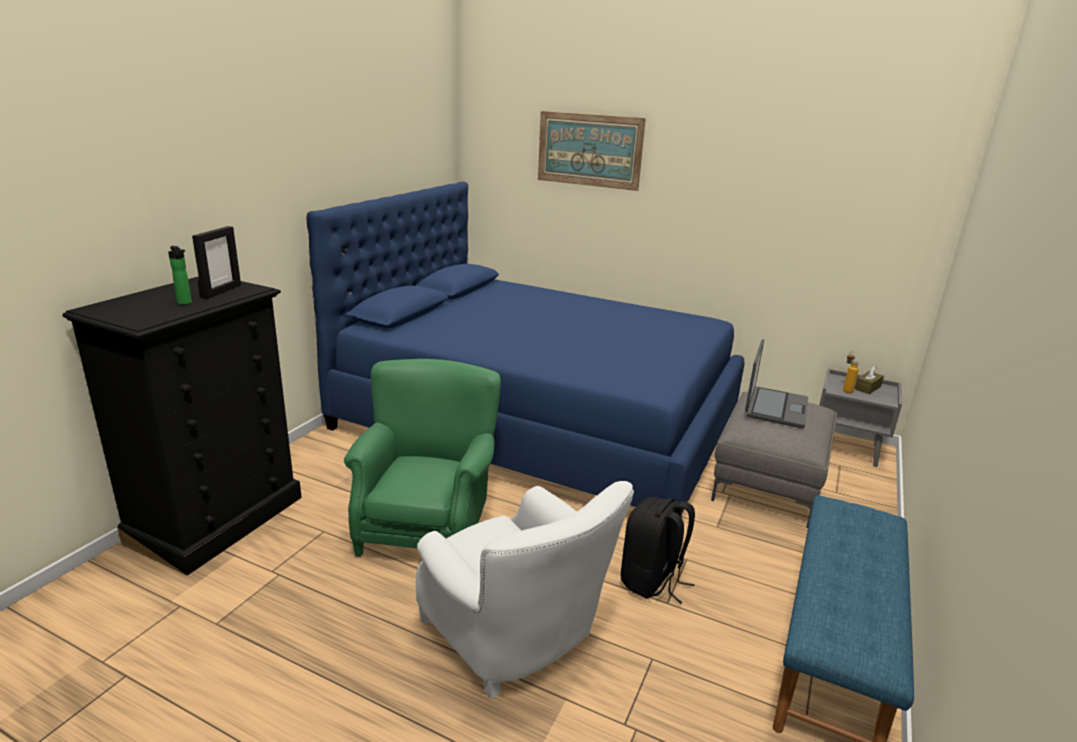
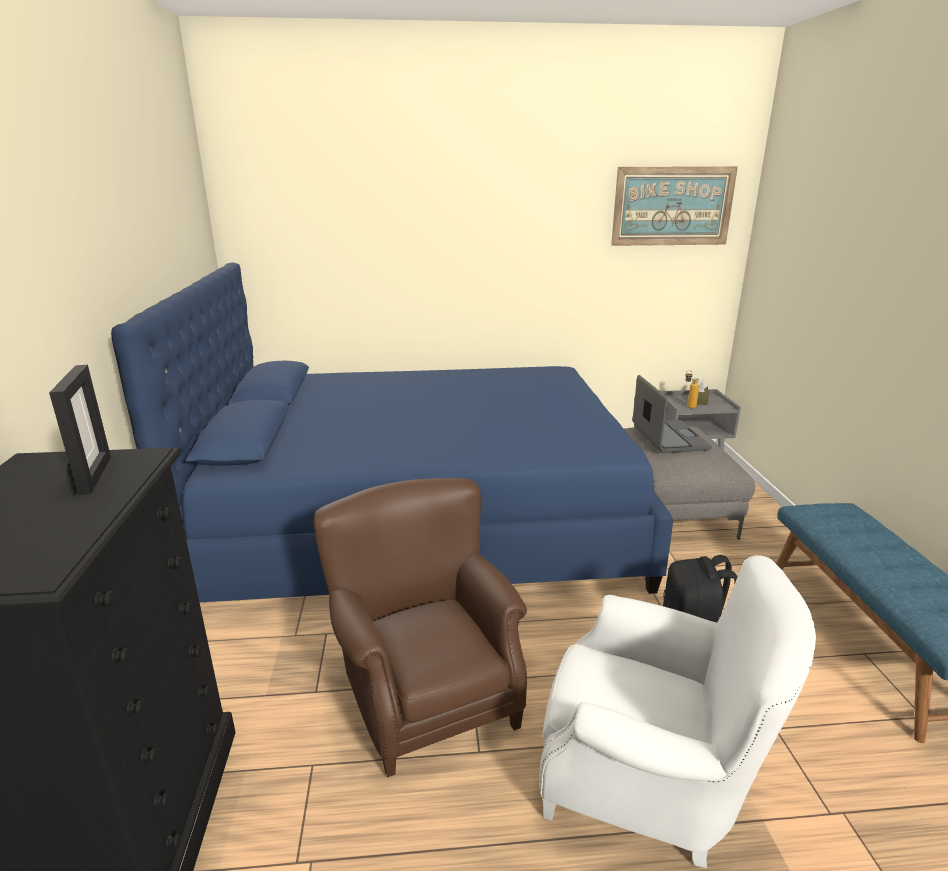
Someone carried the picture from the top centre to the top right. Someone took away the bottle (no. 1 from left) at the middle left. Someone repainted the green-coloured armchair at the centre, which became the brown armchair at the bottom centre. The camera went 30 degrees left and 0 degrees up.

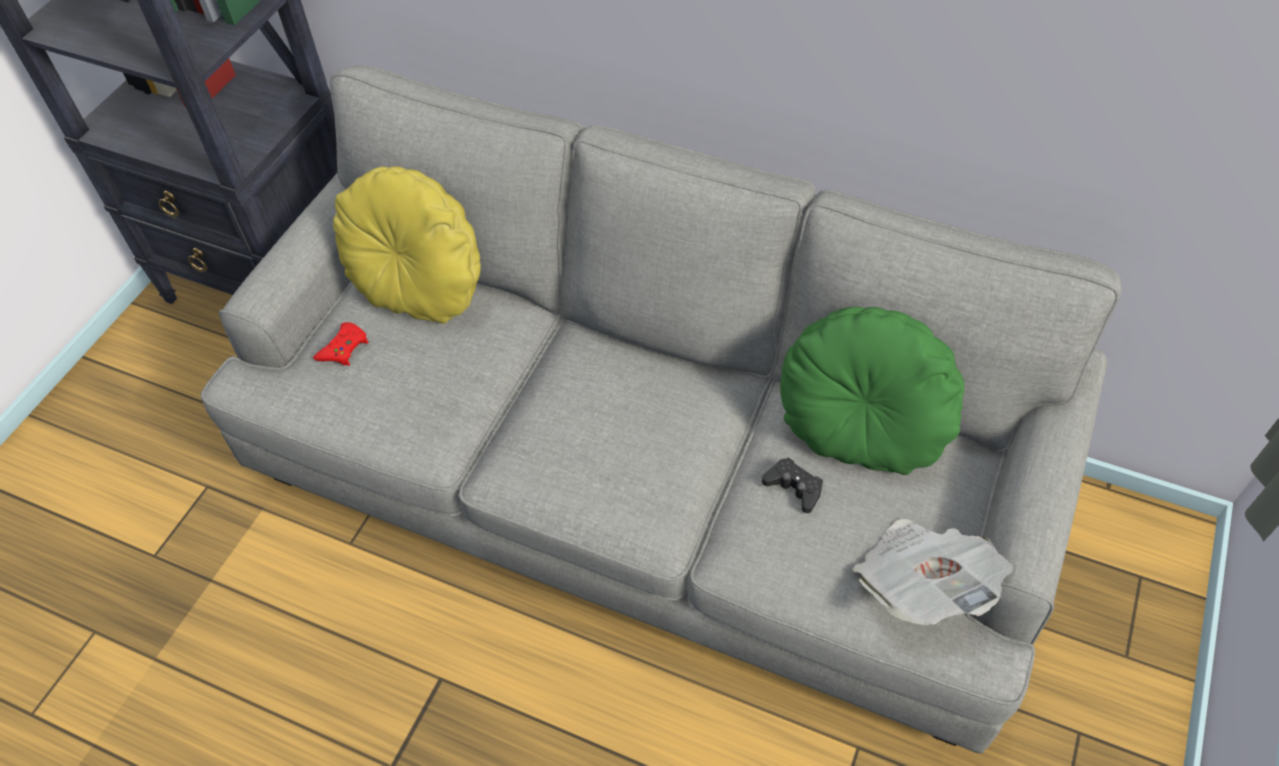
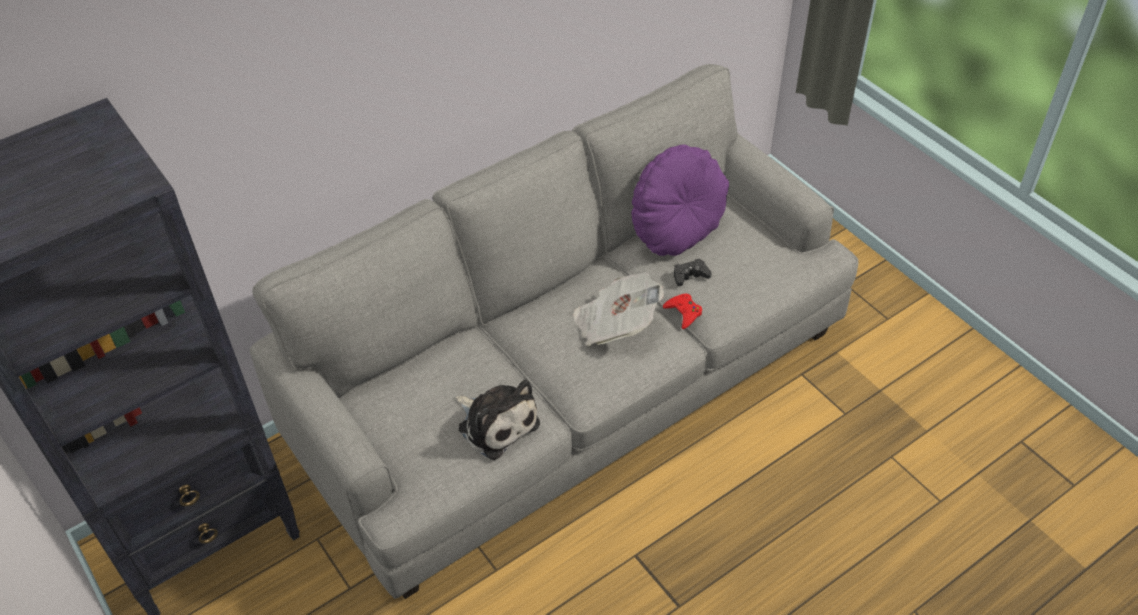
Someone took away the yellowish throw pillow at the top left. Someone repainted the green-coloured throw pillow at the middle right, which became the purplish throw pillow at the top centre. Someone carried the red-coloured joypad from the middle left to the centre. Someone carried the newspaper from the bottom right to the centre. Someone put down the soft toy at the bottom centre. The camera went 60 degrees left and 5 degrees down.

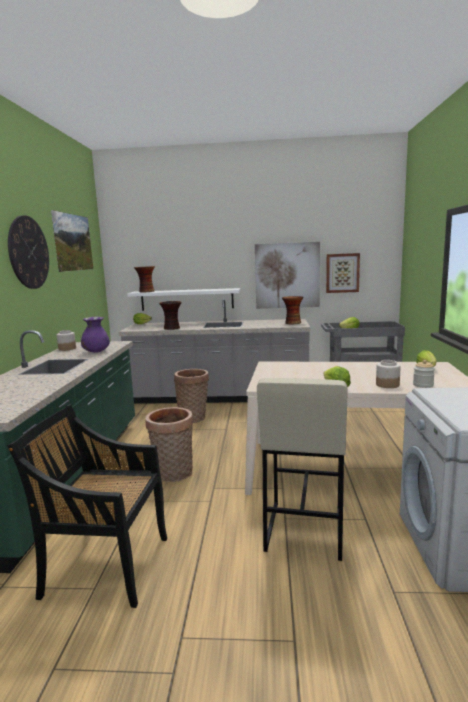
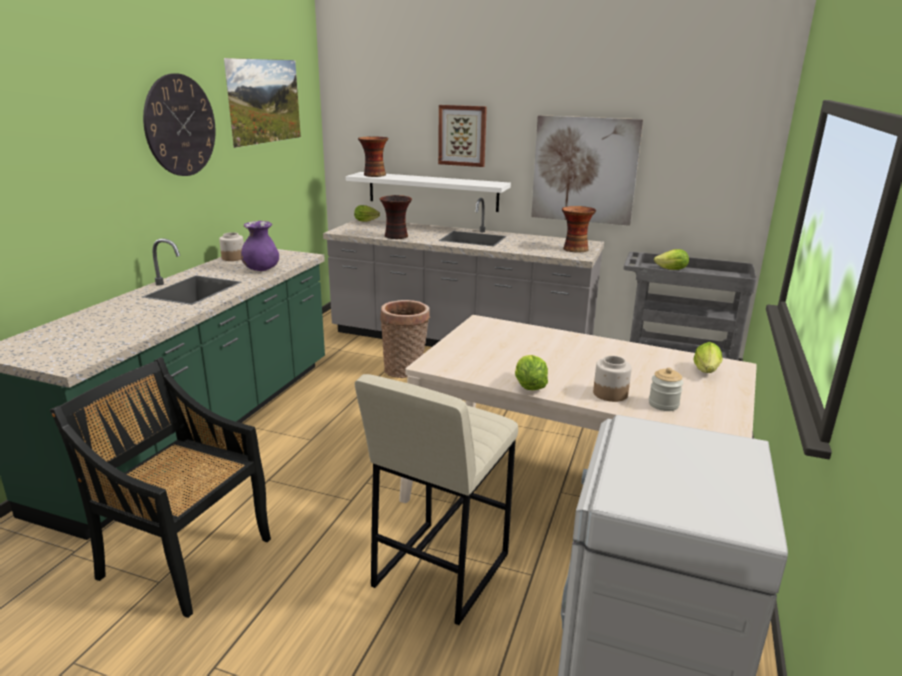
Someone carried the picture (no. 3 from left in the first image) from the middle right to the top centre. Someone took away the storage basket (no. 1 from left) at the centre. The camera went 15 degrees right and 10 degrees up.

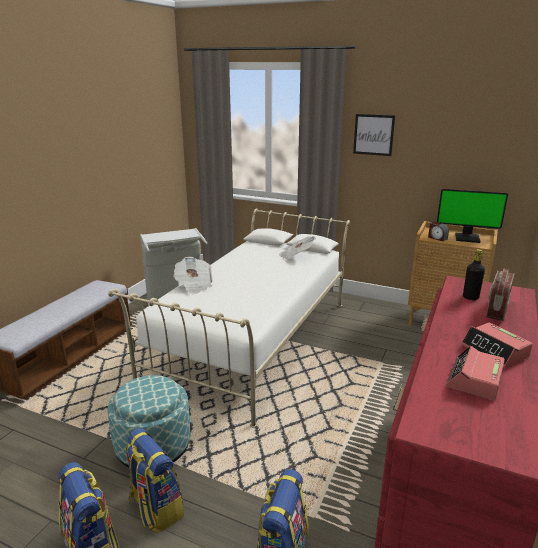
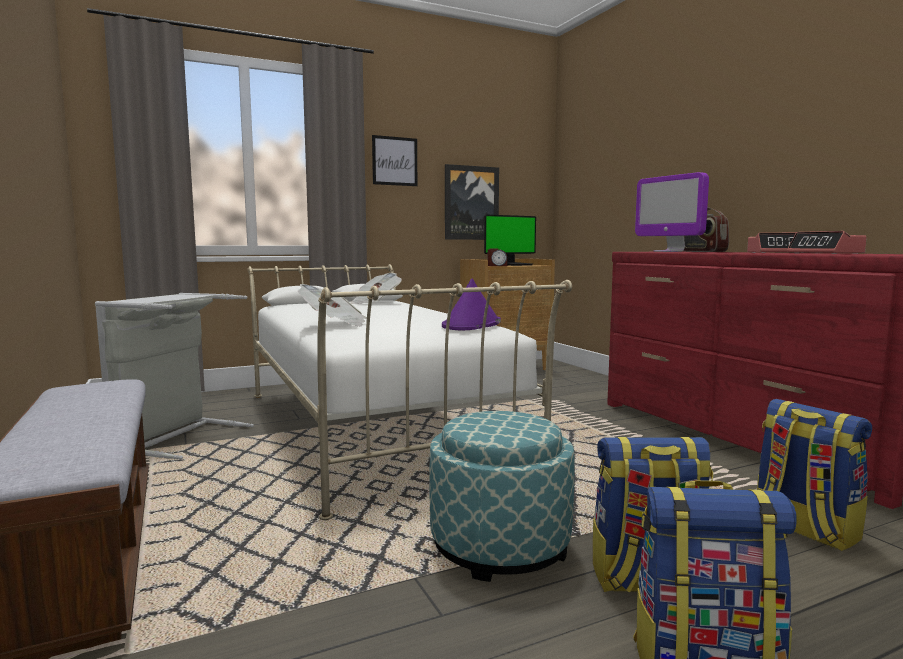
Someone swapped the black bottle at the middle right for the computer display (no. 2 from left) at the top right. Someone put up the picture (no. 2 from left) at the top centre. Someone put down the purplish clothing hat at the centre. The camera went 50 degrees left and 15 degrees down.

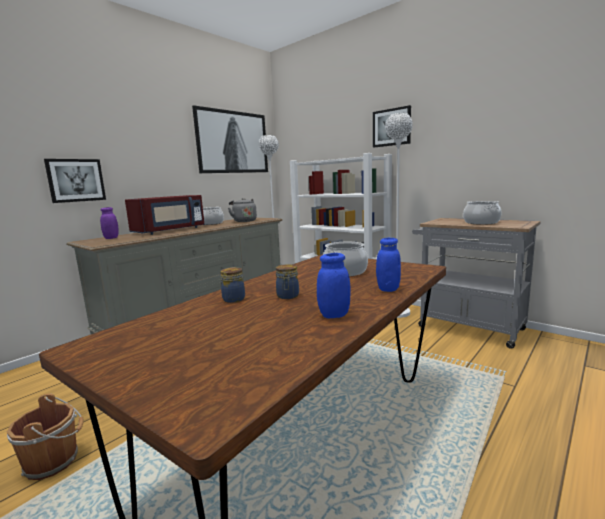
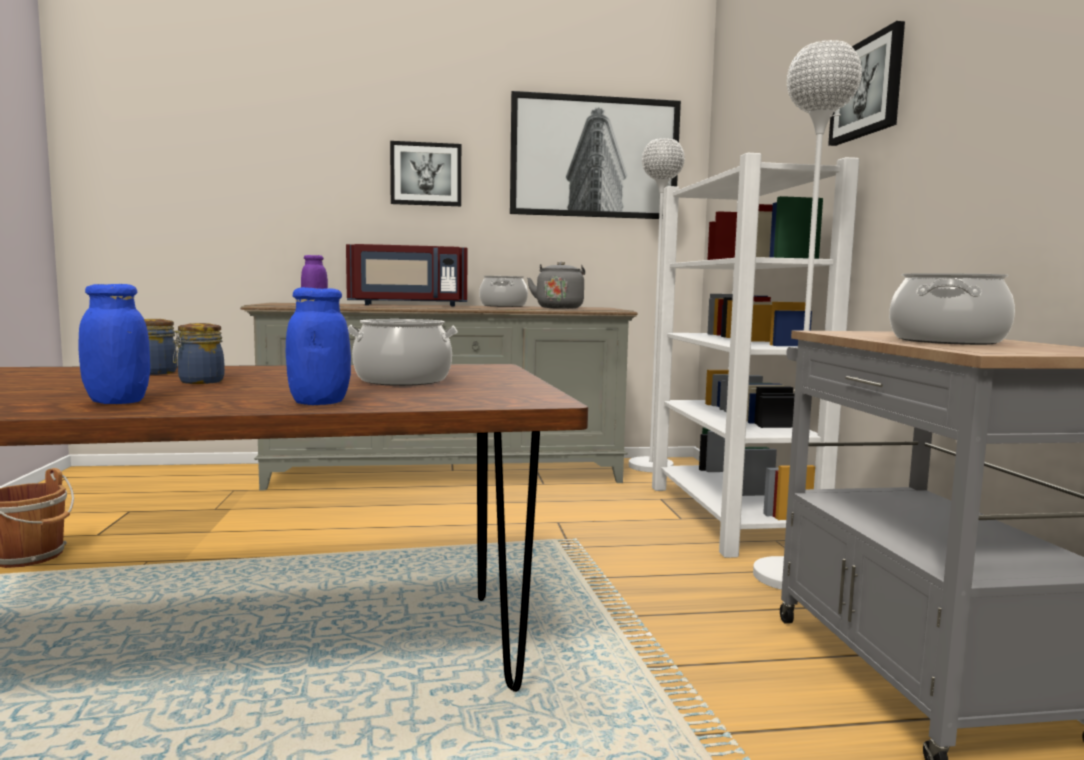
Someone carried the picture (no. 1 from left) from the middle left to the top centre. The camera went 40 degrees right and 5 degrees down.

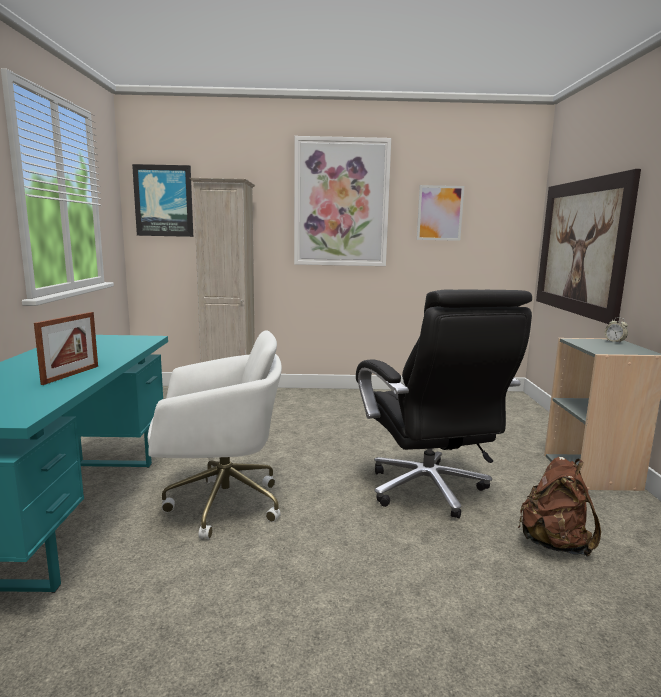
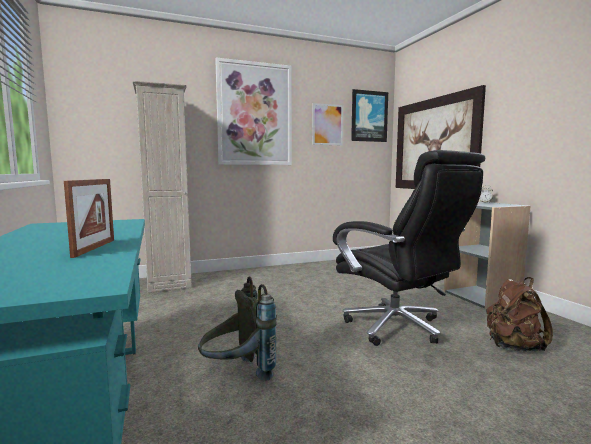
Someone carried the picture (no. 1 from left in the first image) from the top left to the top centre. Someone swapped the whitish office chair at the middle left for the grey rucksack at the bottom centre. The camera went 20 degrees left and 5 degrees down.

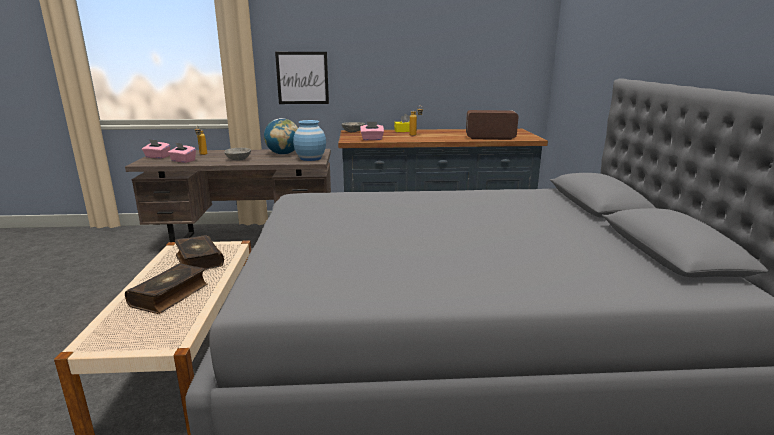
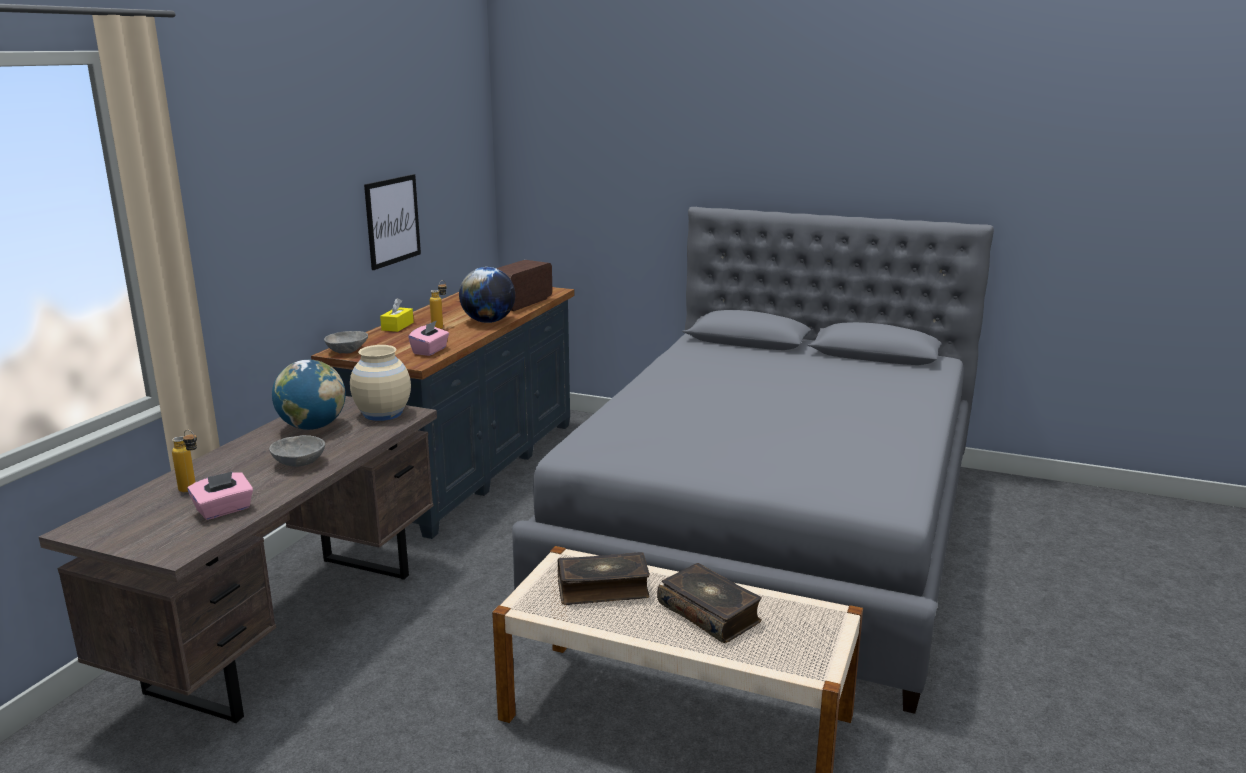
Someone carried the picture from the top centre to the top left. Someone repainted the blue flower vase at the top centre, which became the sand-coloured flower vase at the middle left. Someone took away the pinkish tissue box (no. 1 from left) at the middle left. Someone put down the globe (no. 2 from left) at the centre. The camera went 65 degrees left and 0 degrees up.

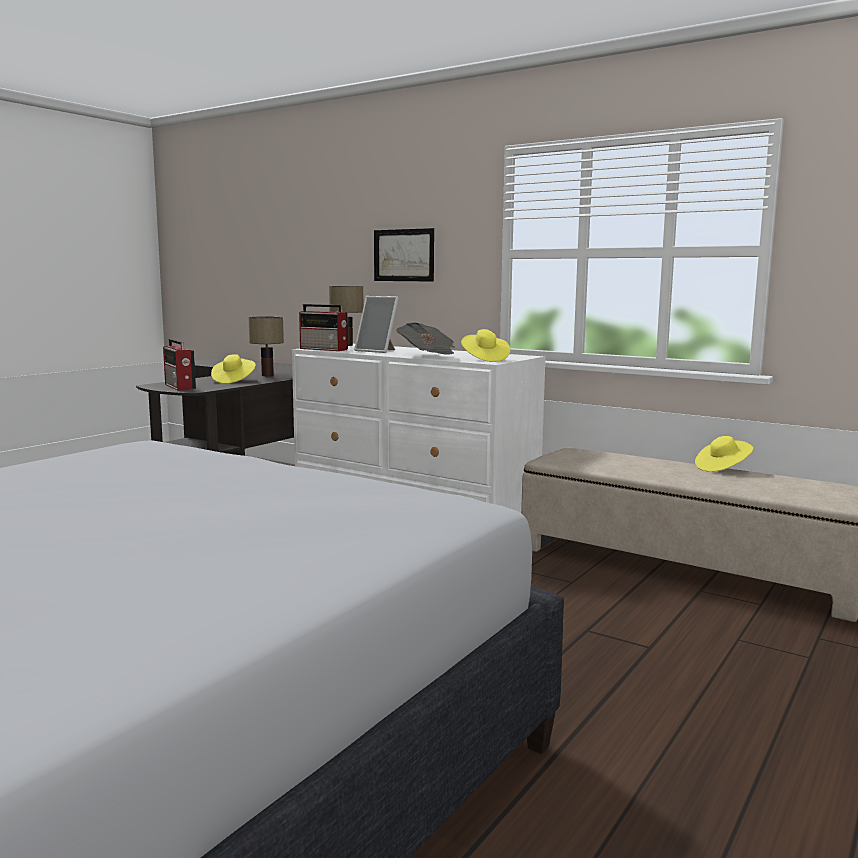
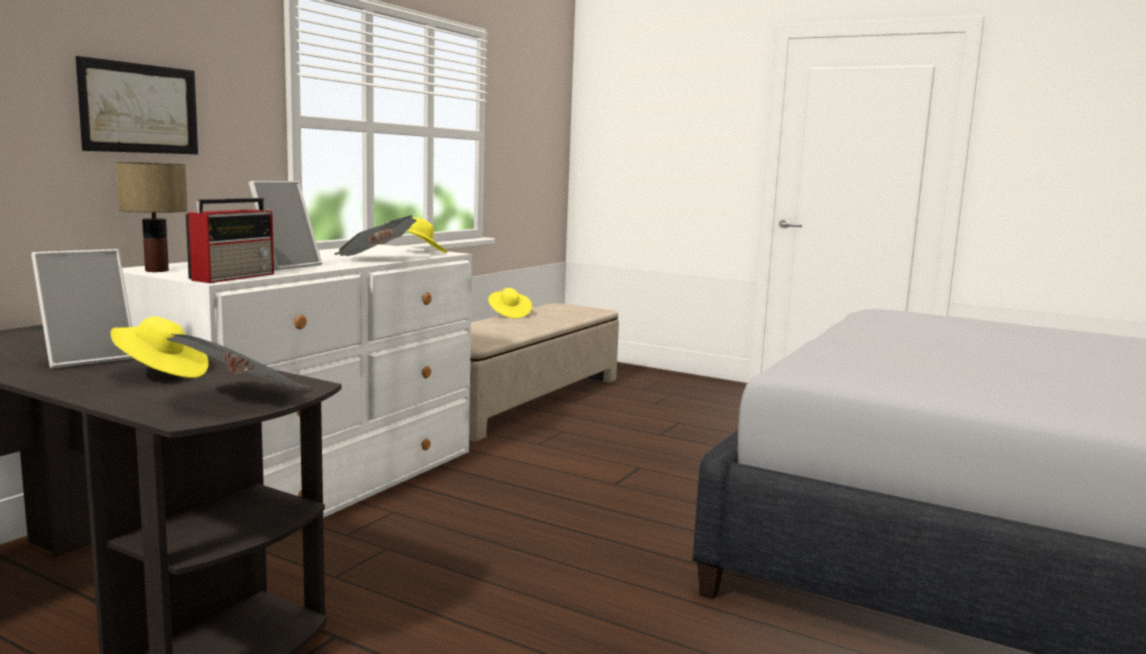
Someone swapped the lamp for a table (no. 1 from left) at the middle left for the photo frame (no. 1 from left) at the middle left. Someone swapped the radio set (no. 1 from left) at the middle left for the newspaper (no. 1 from left) at the middle left. The camera went 95 degrees left and 0 degrees up.

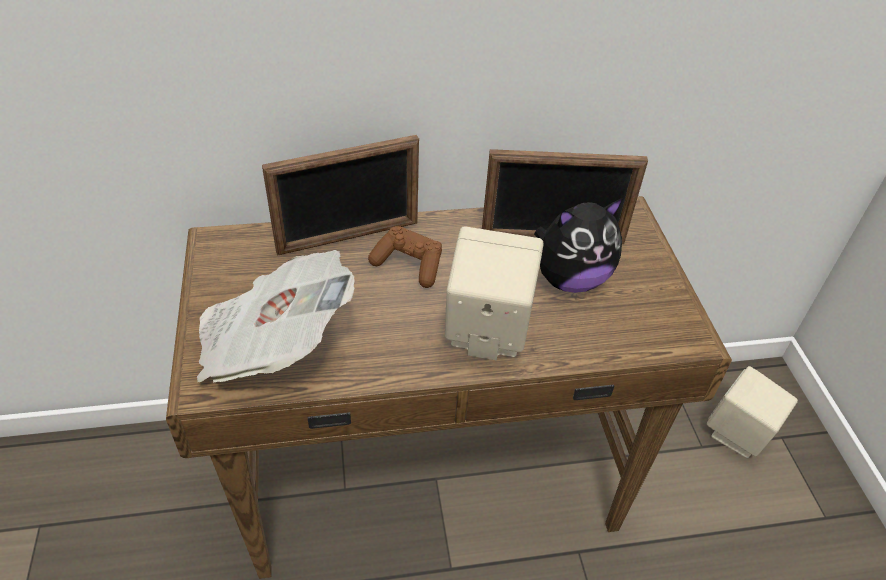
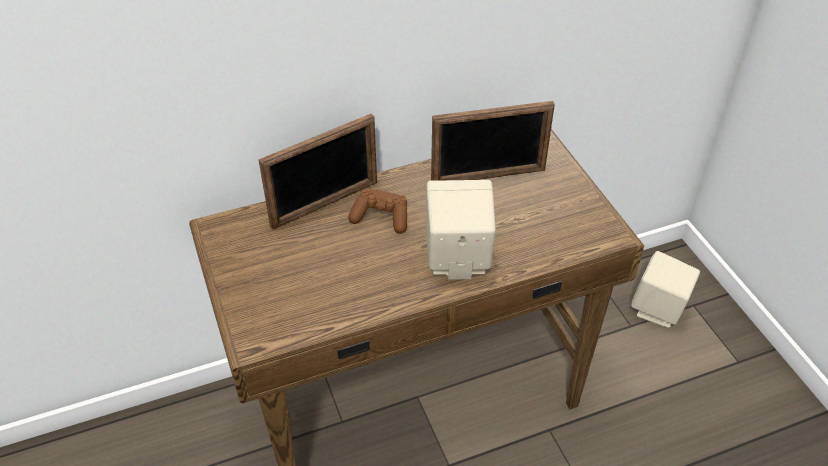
Someone took away the soft toy at the centre. Someone took away the newspaper at the middle left. The camera went 10 degrees left and 0 degrees up.

